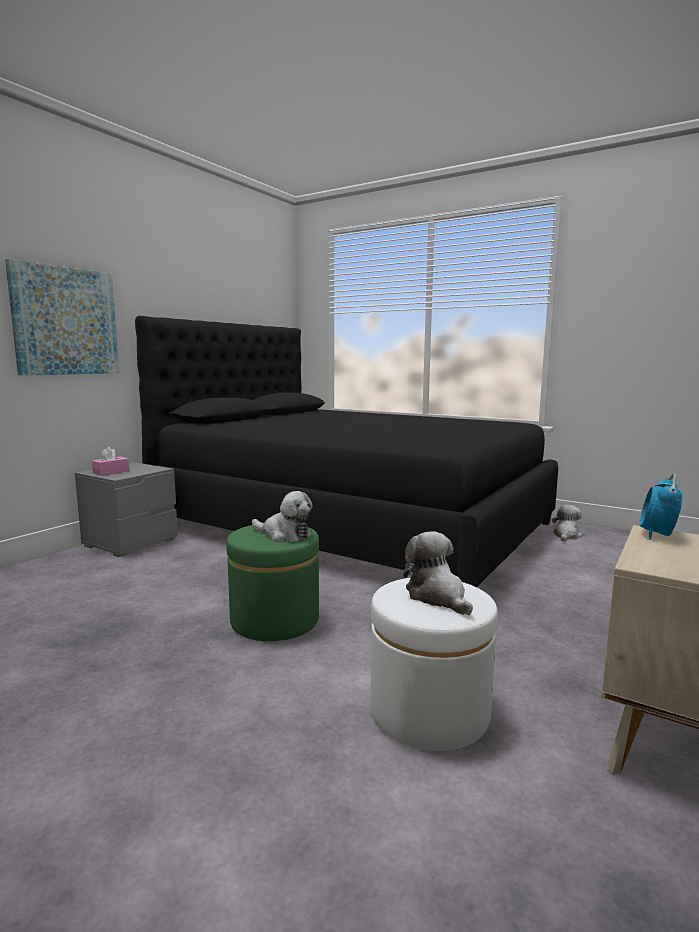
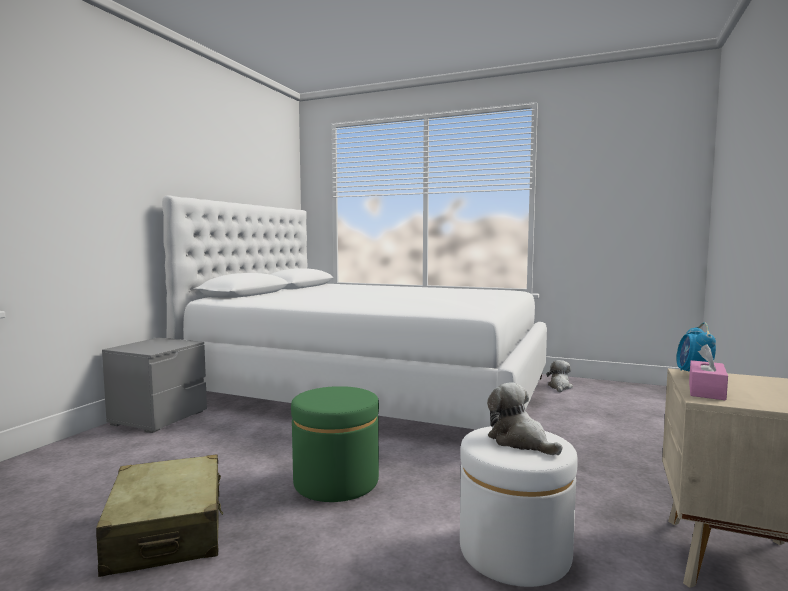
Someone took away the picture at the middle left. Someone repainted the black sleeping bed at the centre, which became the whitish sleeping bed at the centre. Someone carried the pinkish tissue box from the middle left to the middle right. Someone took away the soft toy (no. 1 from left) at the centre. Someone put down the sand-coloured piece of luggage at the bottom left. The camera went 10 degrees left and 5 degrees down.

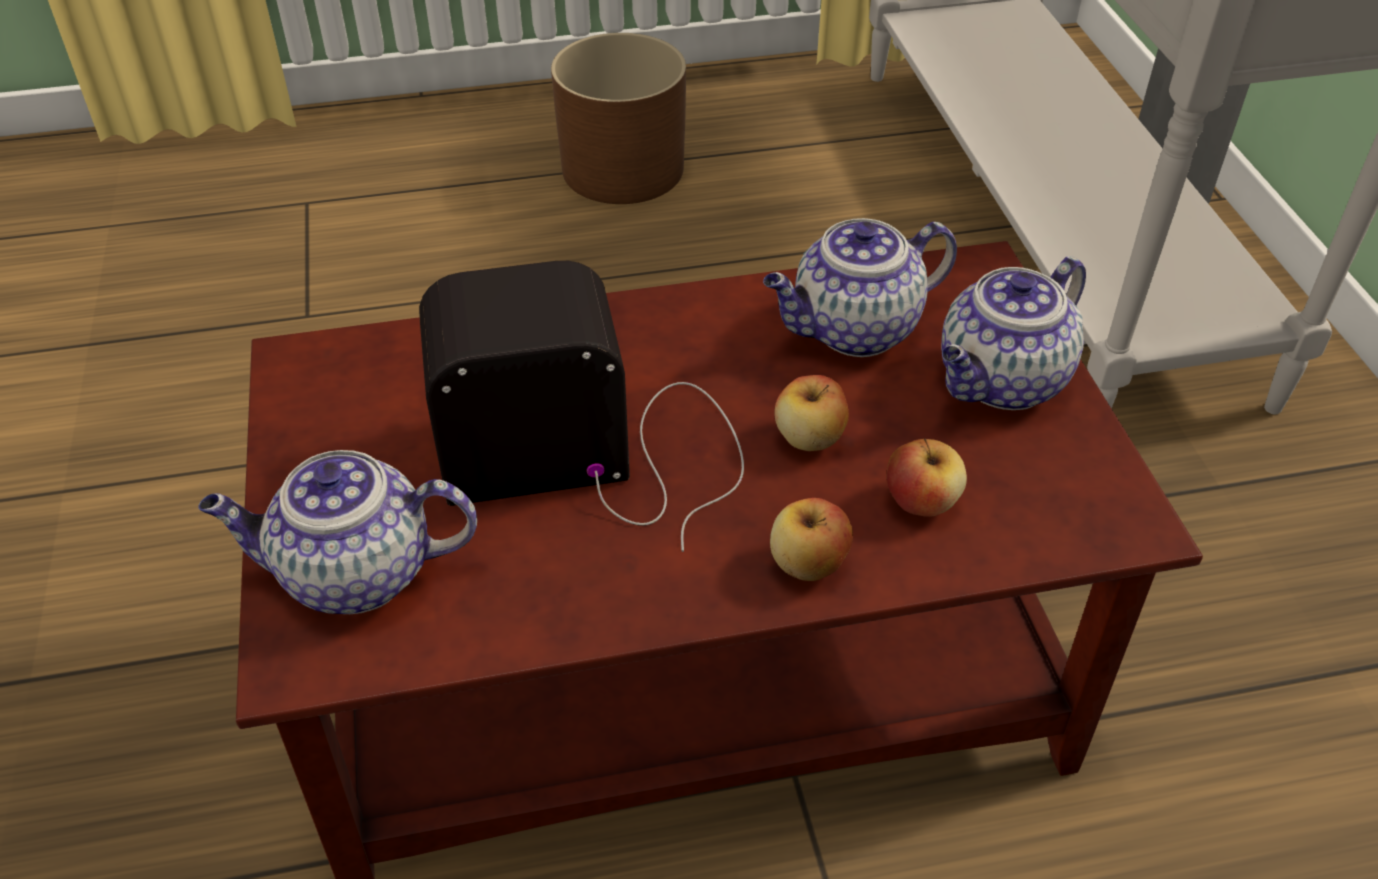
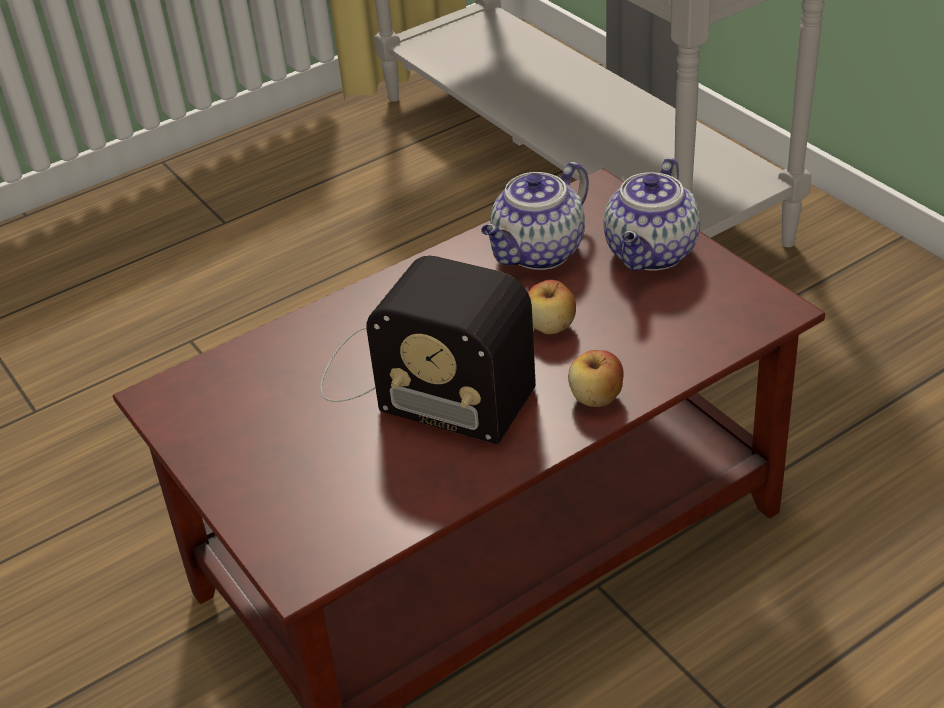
Someone took away the brown flower pot at the top centre. Someone rotated the radio set at the centre by 120 degrees counterclockwise. Someone took away the apple (no. 3 from left) at the middle right. Someone took away the pot for tea (no. 1 from left) at the middle left. The camera went 20 degrees left and 5 degrees down.

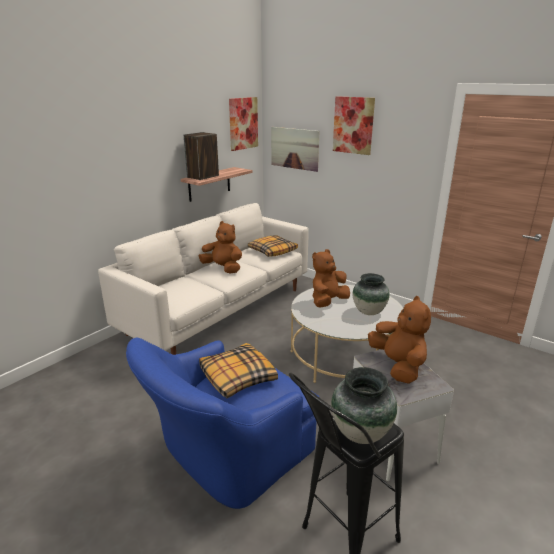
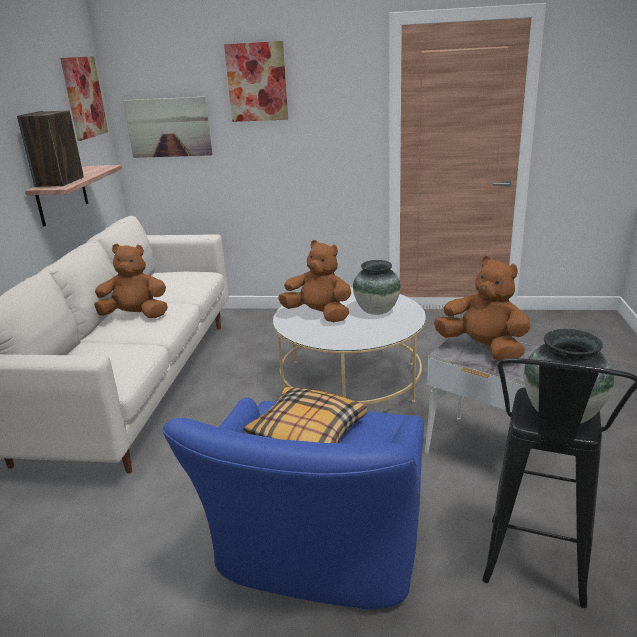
Someone took away the throw pillow (no. 2 from left) at the centre. Someone rotated the brown soft toy (no. 2 from left) at the centre by 105 degrees clockwise. The camera went 30 degrees left and 0 degrees up.

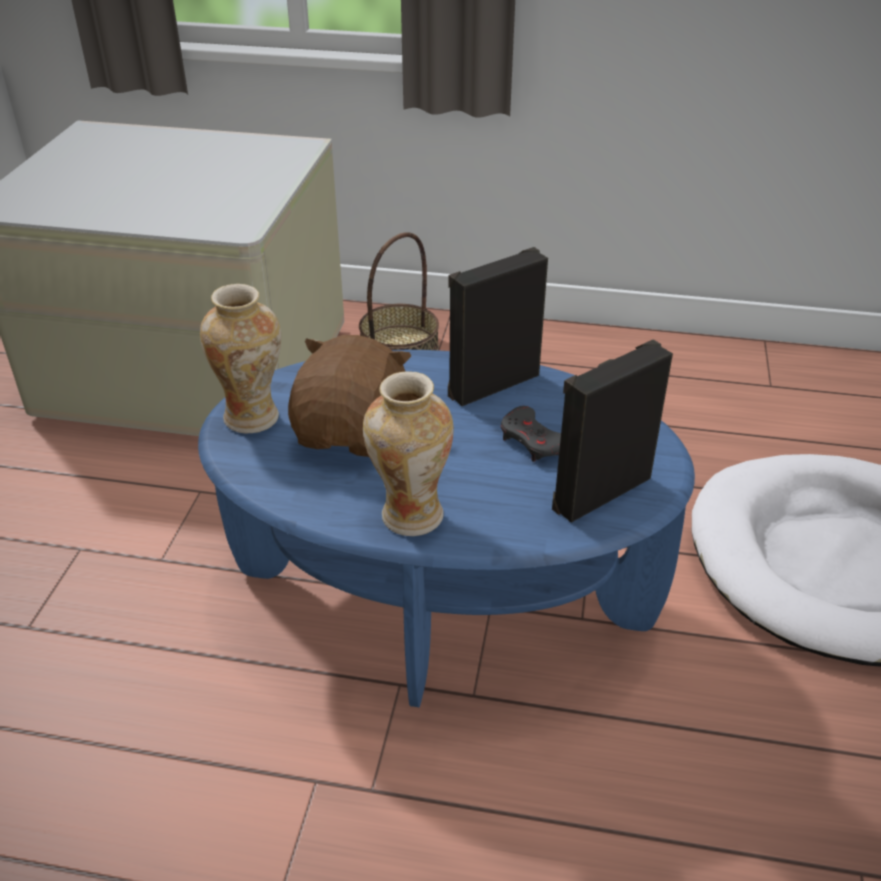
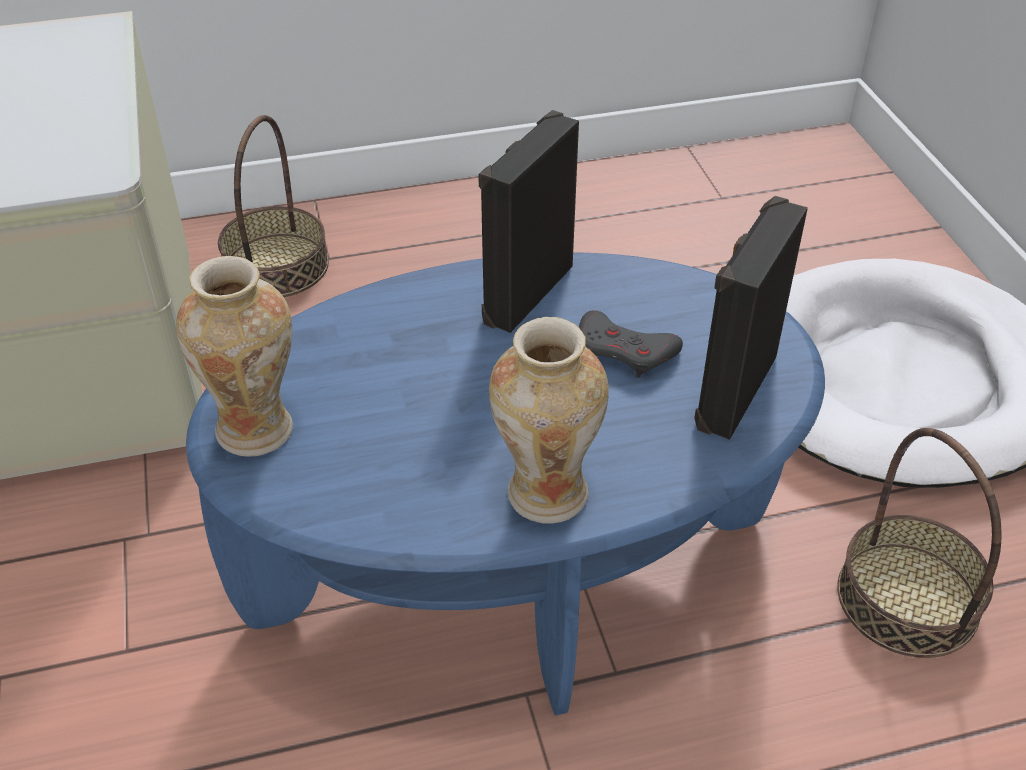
Someone took away the brown soft toy at the centre. Someone put down the storage basket (no. 2 from left) at the bottom right. The camera went 25 degrees left and 5 degrees up.

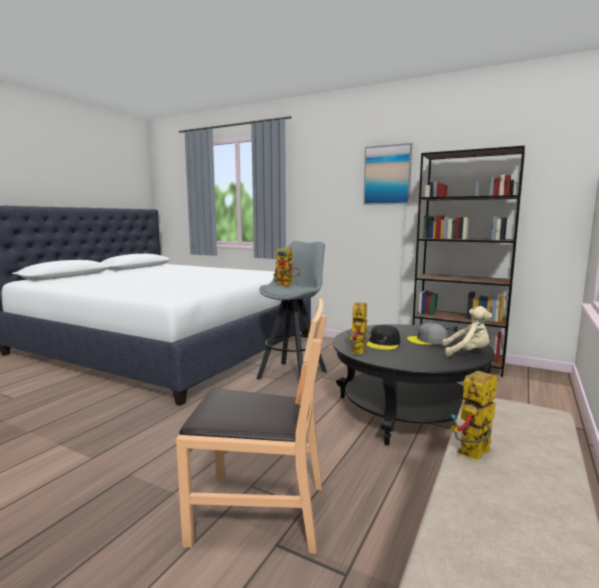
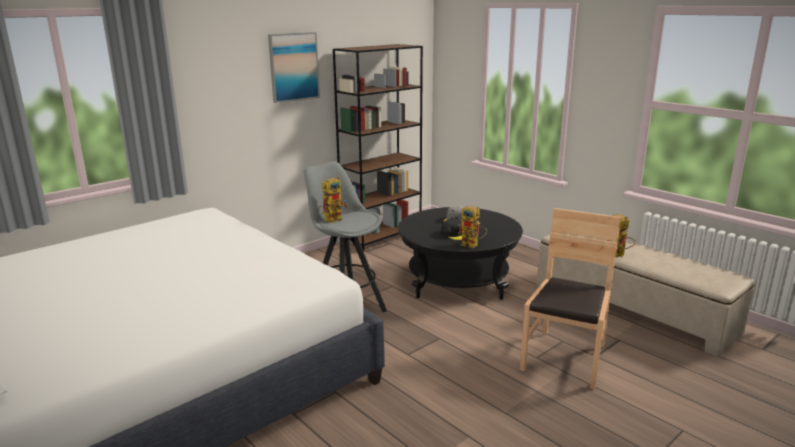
Someone took away the sand-coloured soft toy at the middle right. The camera went 70 degrees left and 10 degrees up.

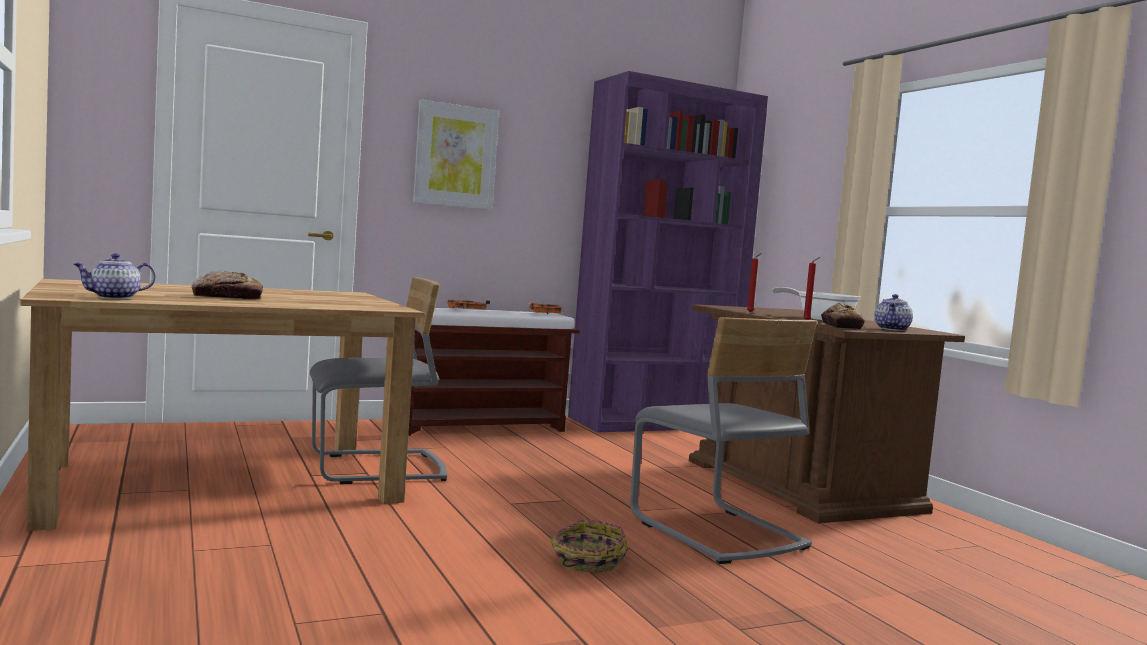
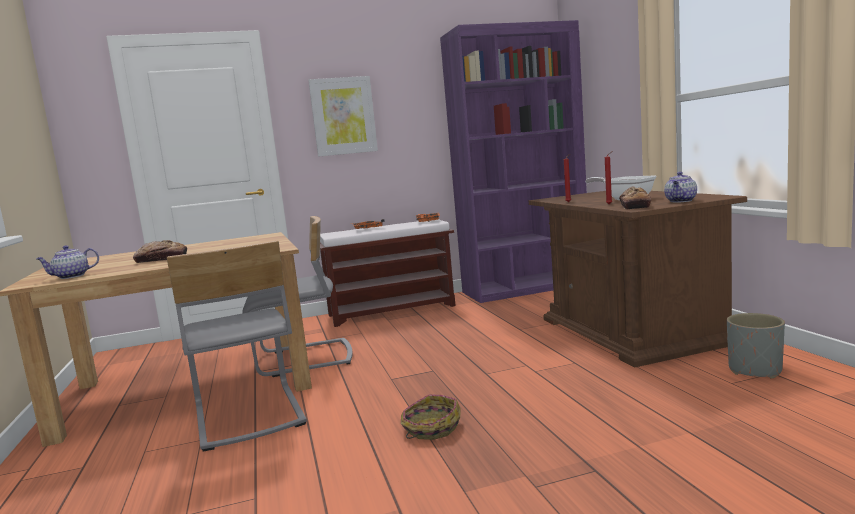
Someone carried the grey chair (no. 2 from left in the first image) from the bottom centre to the bottom left. Someone put down the grey flower pot at the bottom right. The camera went 10 degrees right and 5 degrees up.

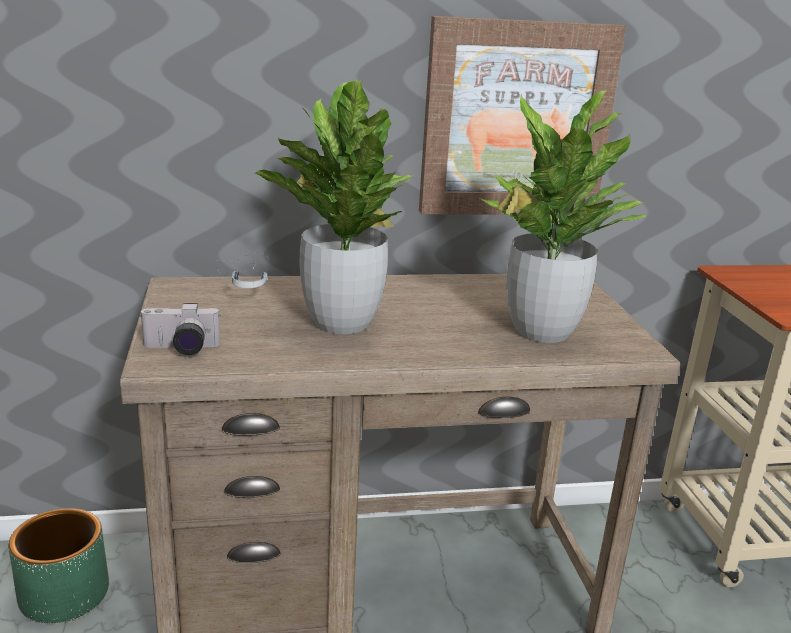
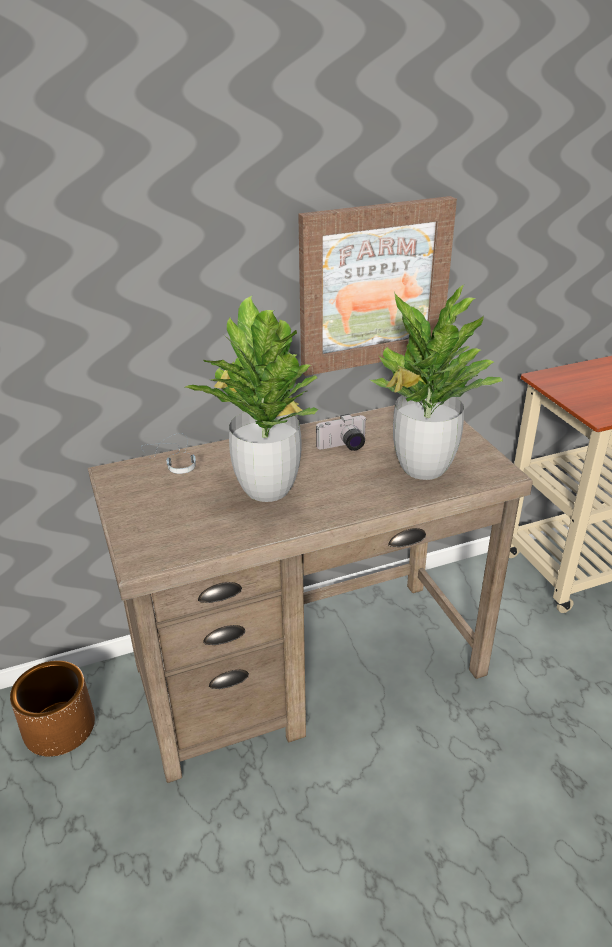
Someone carried the still camera from the middle left to the centre. Someone repainted the green-coloured flower pot at the bottom left, which became the brown flower pot at the bottom left. The camera went 10 degrees left and 10 degrees up.

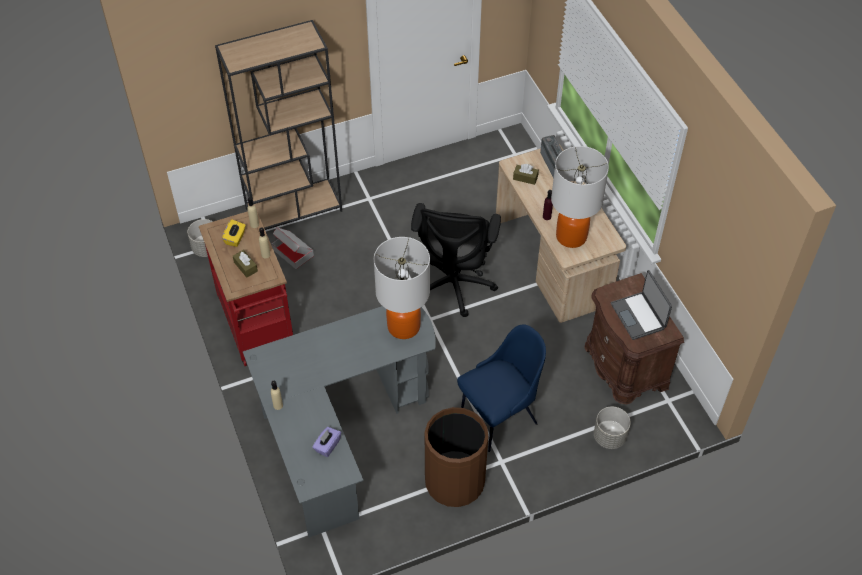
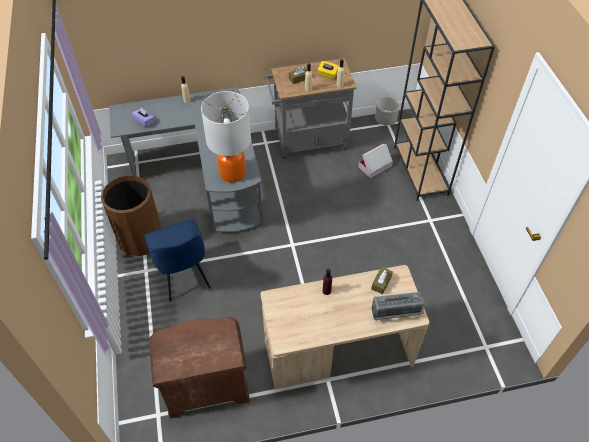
Someone took away the lamp for a table (no. 2 from left) at the middle right. Someone took away the black office chair at the centre. Someone repainted the red-coloured wheeled cart at the middle left, which became the grey wheeled cart at the top centre. Someone took away the laptop at the middle right. Someone took away the grey flower pot (no. 2 from left) at the bottom right. The camera went 100 degrees right and 0 degrees up.

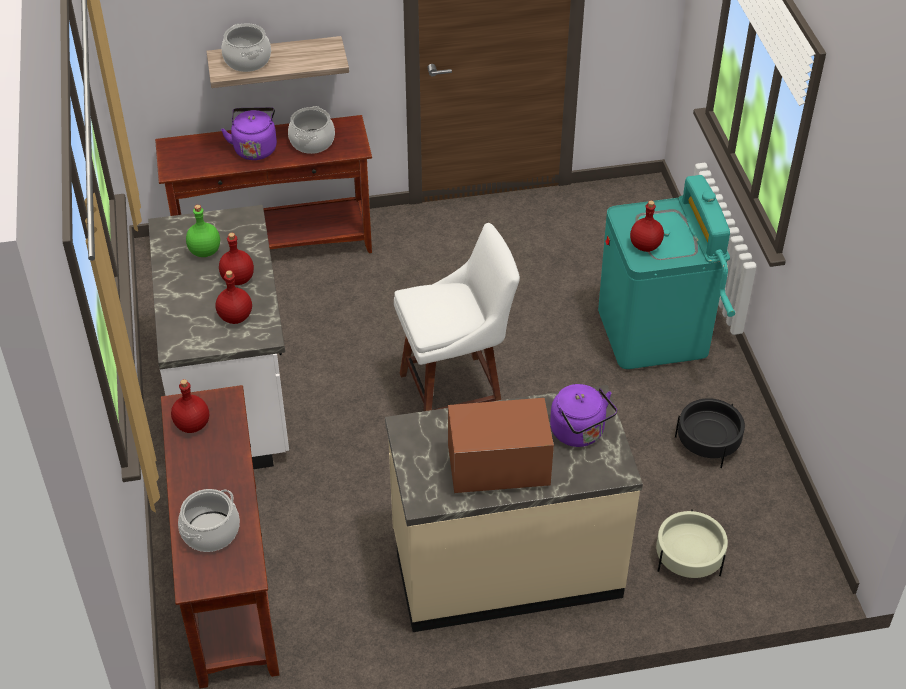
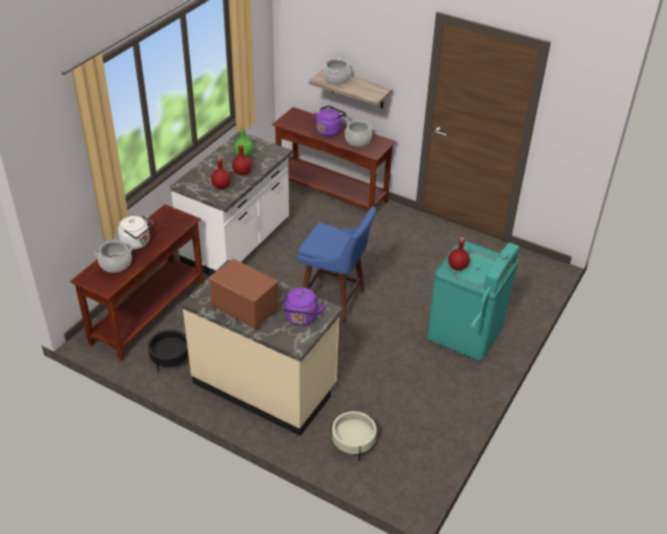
Someone repainted the whitish sitting stool at the centre, which became the blue sitting stool at the centre. Someone took away the red-coloured bottle (no. 1 from left) at the middle left. Someone carried the black flower pot from the middle right to the middle left. Someone put down the whitish kettle at the middle left. The camera went 40 degrees right and 5 degrees down.

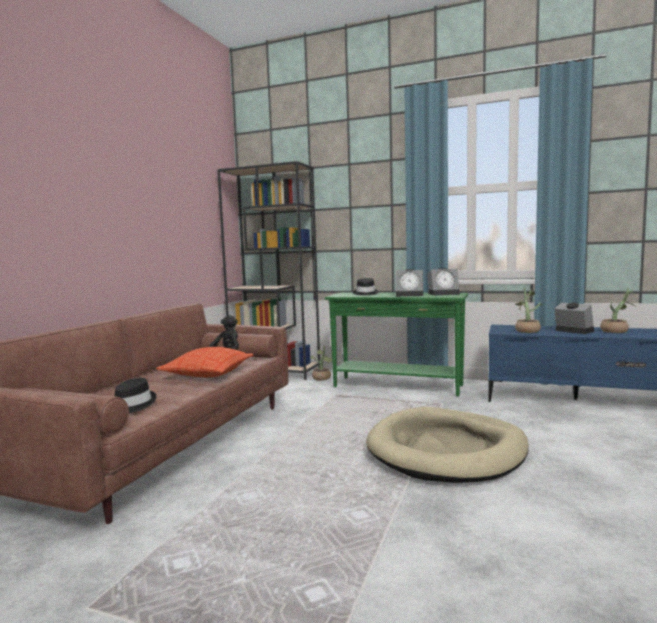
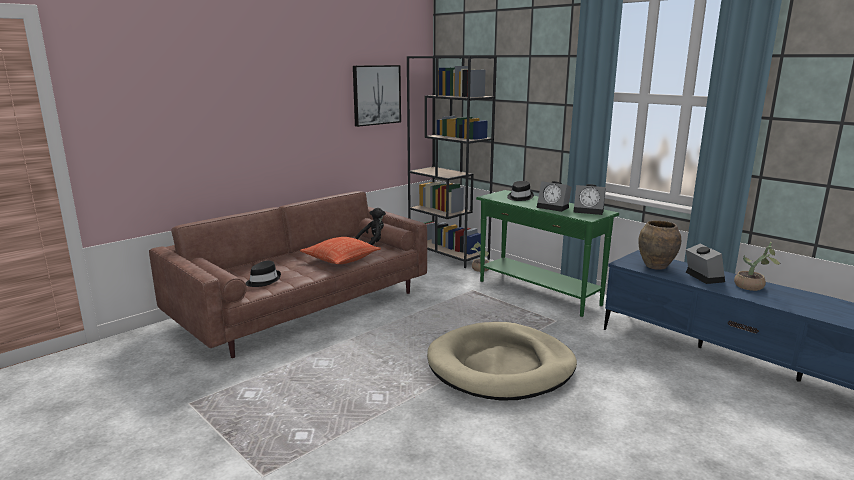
Someone swapped the potted plant (no. 2 from left) at the middle right for the brown flower vase at the middle right. Someone put up the picture at the top centre. The camera went 25 degrees right and 10 degrees up.

